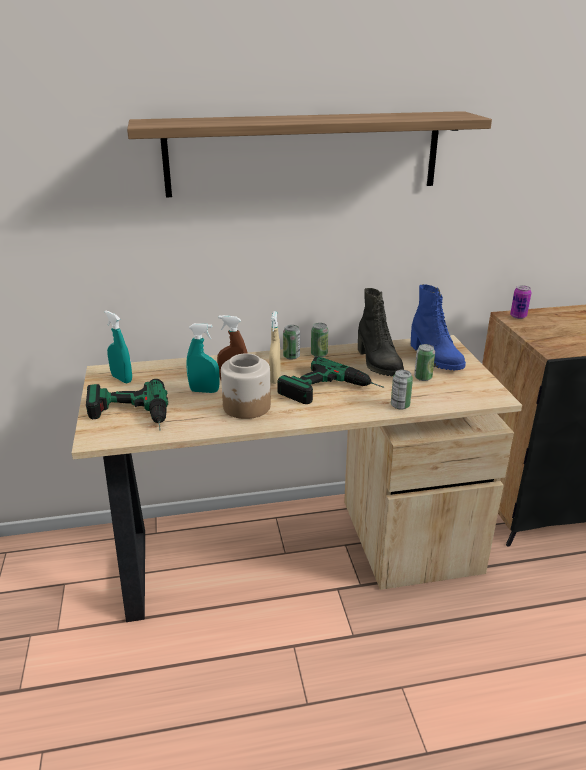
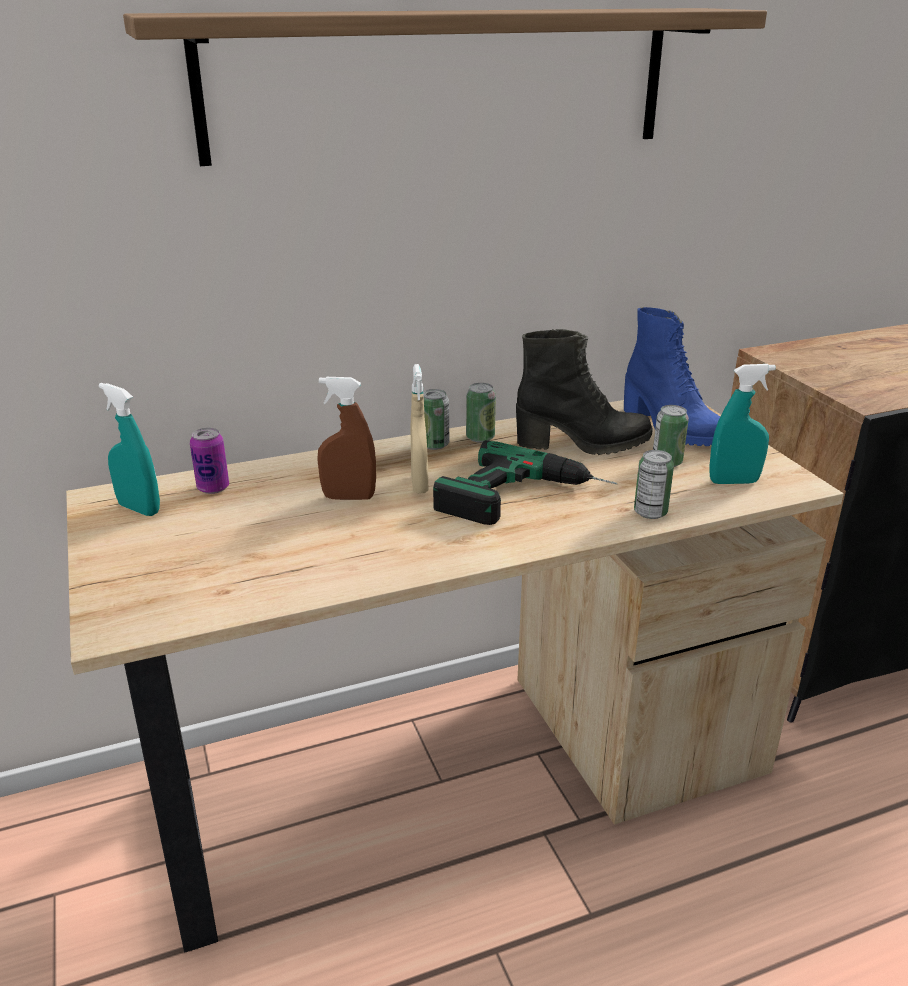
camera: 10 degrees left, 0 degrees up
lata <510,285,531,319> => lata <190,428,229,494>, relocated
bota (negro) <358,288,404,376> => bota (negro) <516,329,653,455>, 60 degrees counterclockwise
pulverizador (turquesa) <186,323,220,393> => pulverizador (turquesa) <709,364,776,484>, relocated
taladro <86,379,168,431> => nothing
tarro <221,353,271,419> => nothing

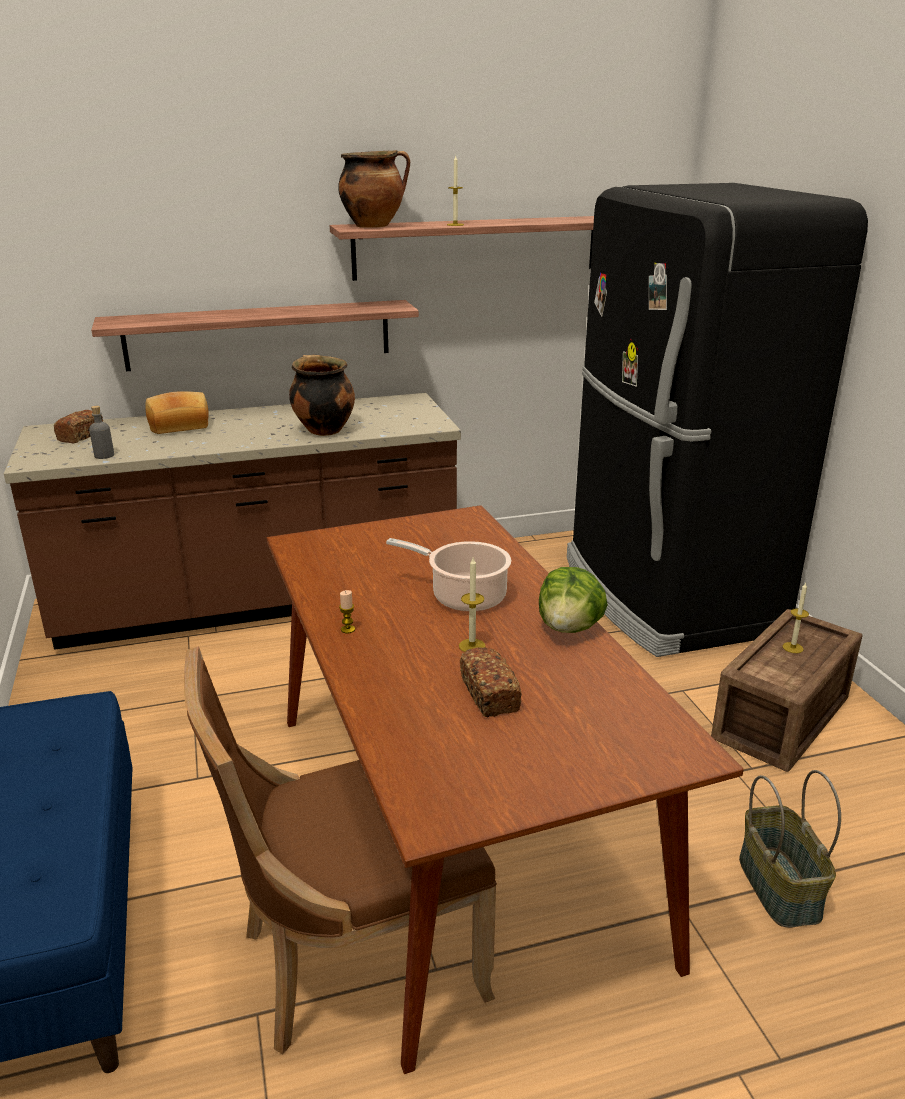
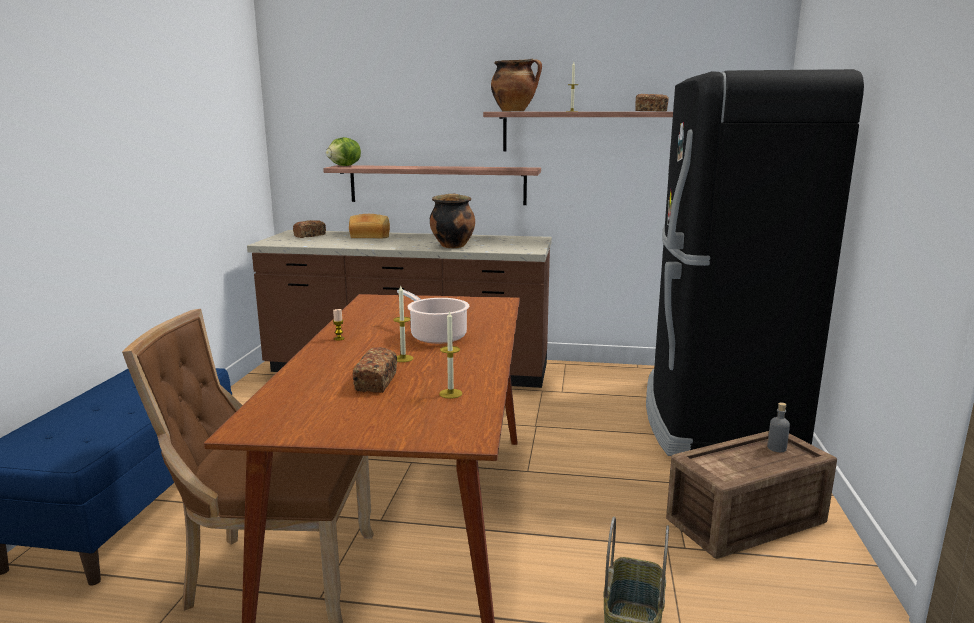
camera: 25 degrees right, 10 degrees down
lechuga <539,567,608,633> => lechuga <326,137,361,166>, relocated
vela <783,583,809,653> => vela <439,310,462,399>, relocated
nothing => pan <635,94,668,111>
botella (gris) <89,406,114,459> => botella (gris) <767,402,790,452>, relocated

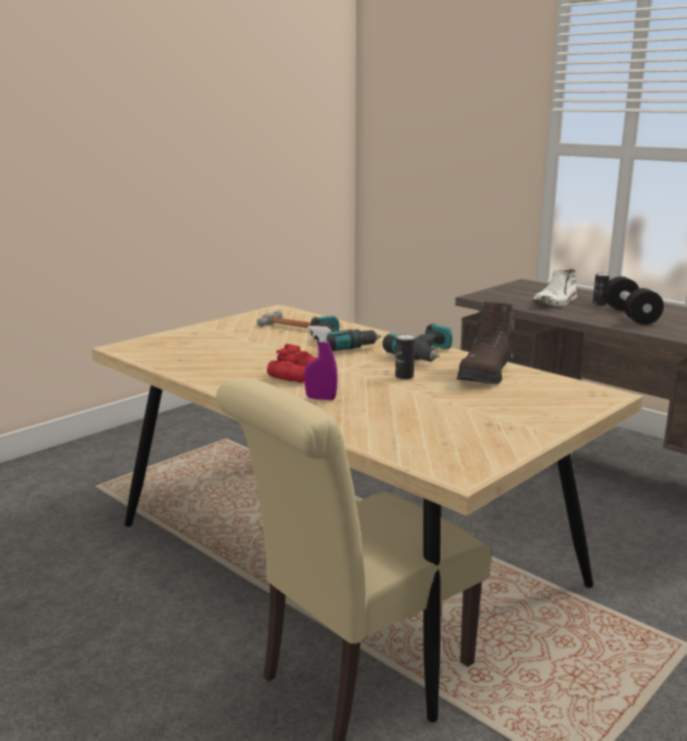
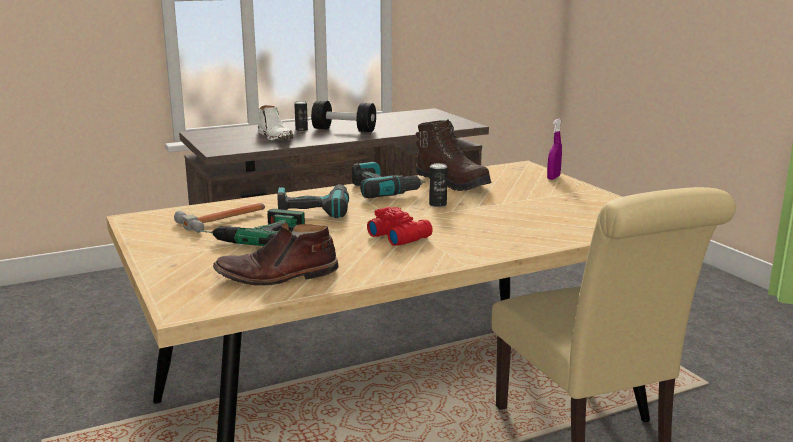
camera: 70 degrees left, 0 degrees up
nothing => taladro <198,209,305,246>
nothing => bota (marrón) <213,223,339,286>
pulverizador (morado) <304,326,338,400> => pulverizador (morado) <547,119,562,180>, relocated

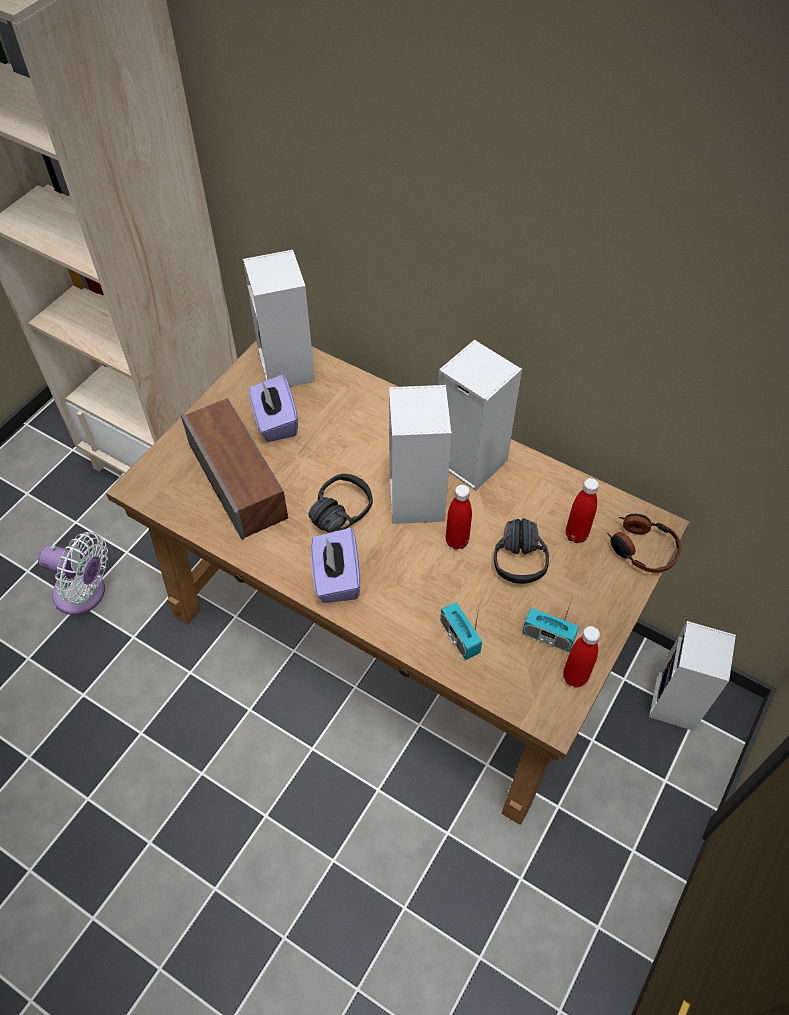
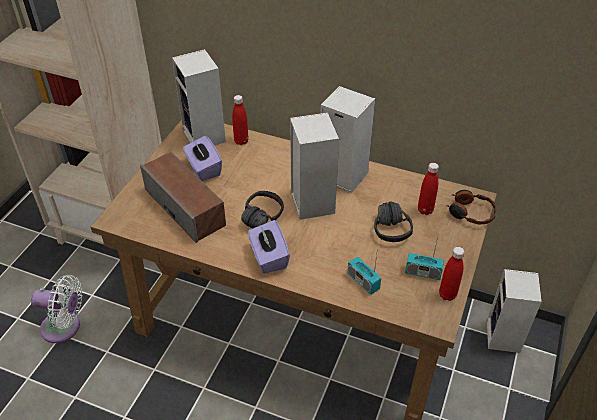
camera: 10 degrees left, 10 degrees down
botella (rojo) <446,485,472,550> => botella (rojo) <232,95,249,145>, relocated

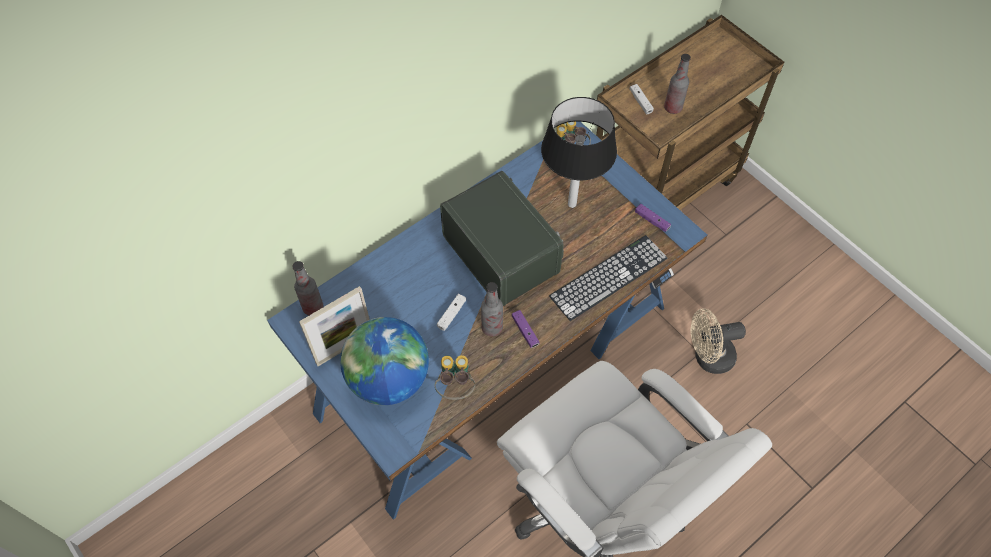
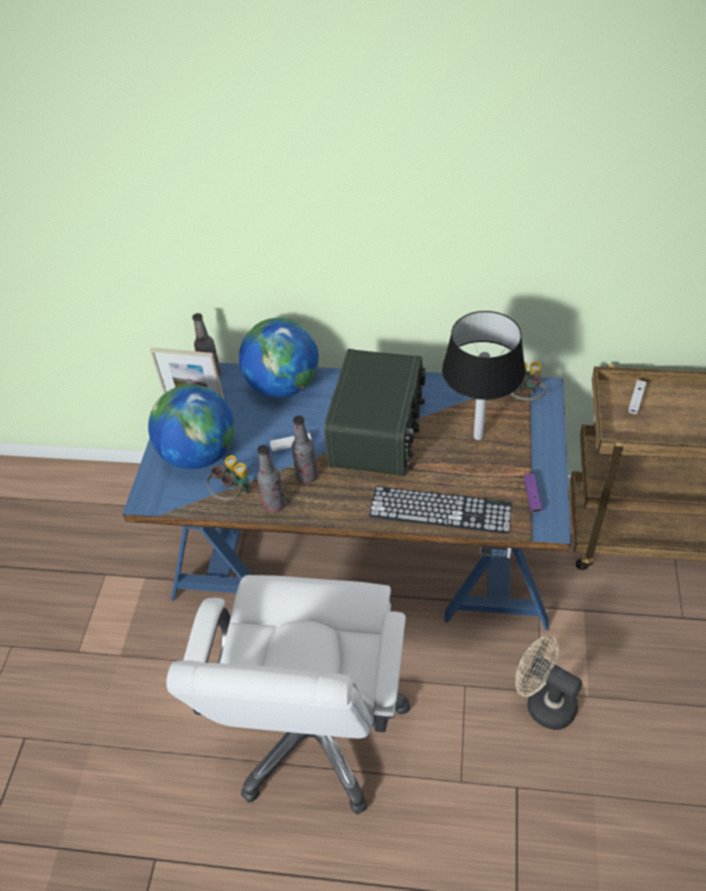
camera: 50 degrees right, 10 degrees down
nothing => globo terráqueo <239,318,319,398>
botella <664,54,691,114> => botella <257,445,286,513>, relocated
mando de consola (morado) <512,310,539,348> => nothing

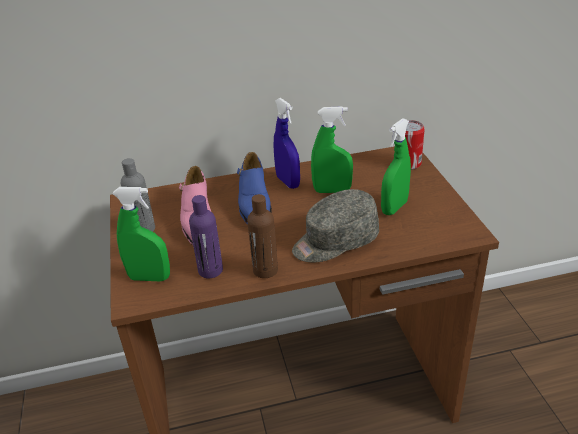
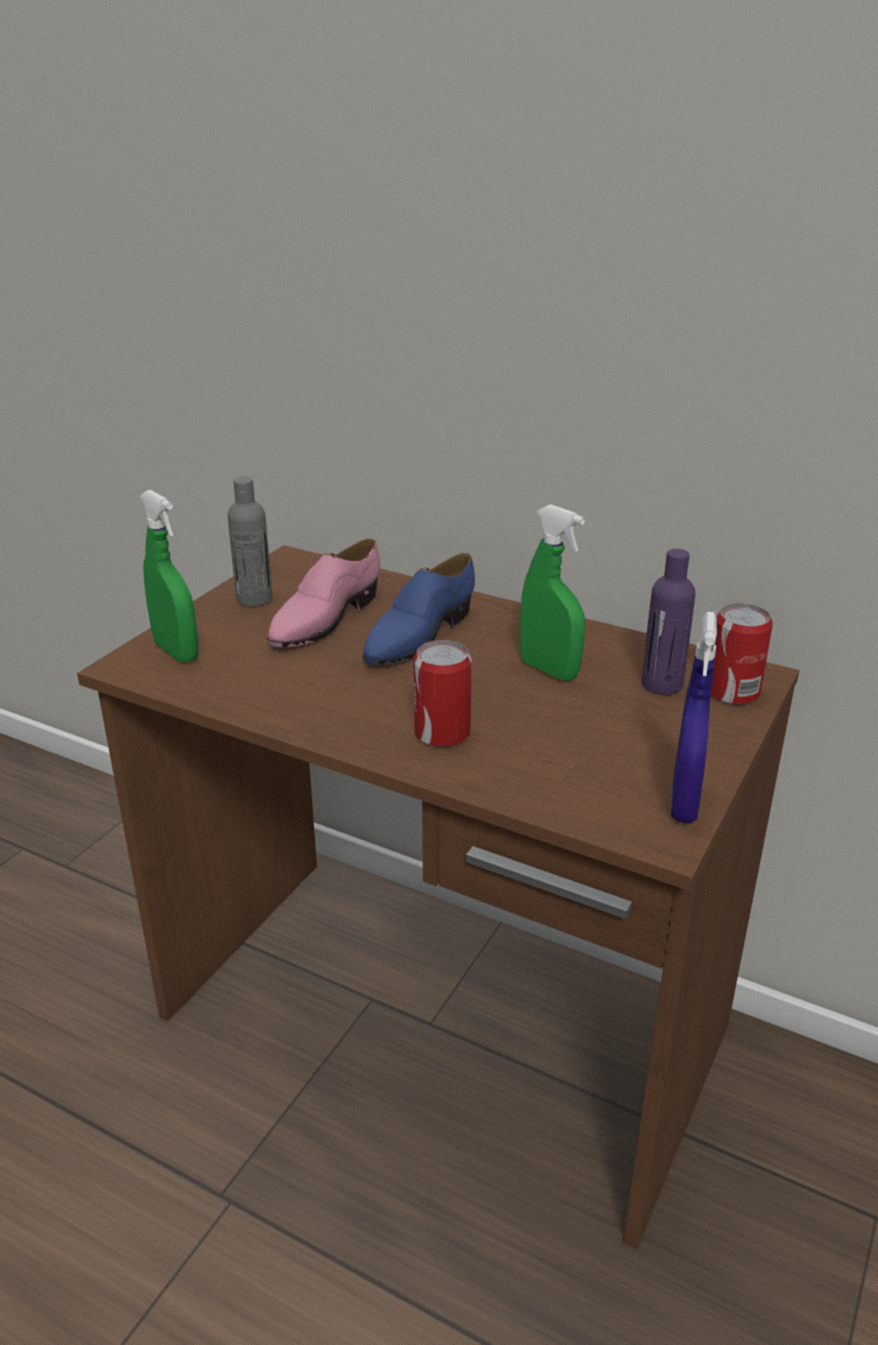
camera: 40 degrees right, 5 degrees down
gorra (gris) <292,189,379,262> => lata <414,640,472,747>
botella (morado) <189,195,223,278> => botella (morado) <642,549,696,695>, relocated
pulverizador (azul) <274,98,300,189> => pulverizador (azul) <671,612,717,823>, relocated
botella (marrón) <247,194,278,278> => nothing
pulverizador (verde) <381,118,411,215> => nothing

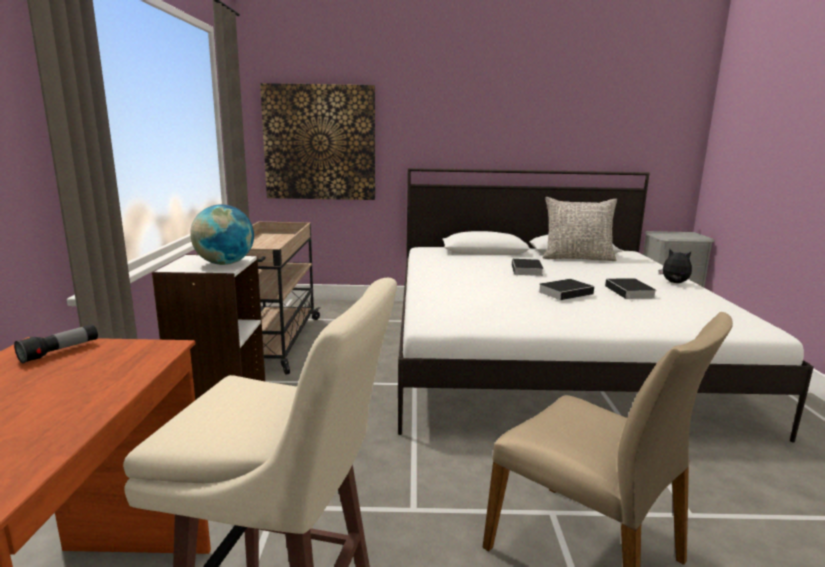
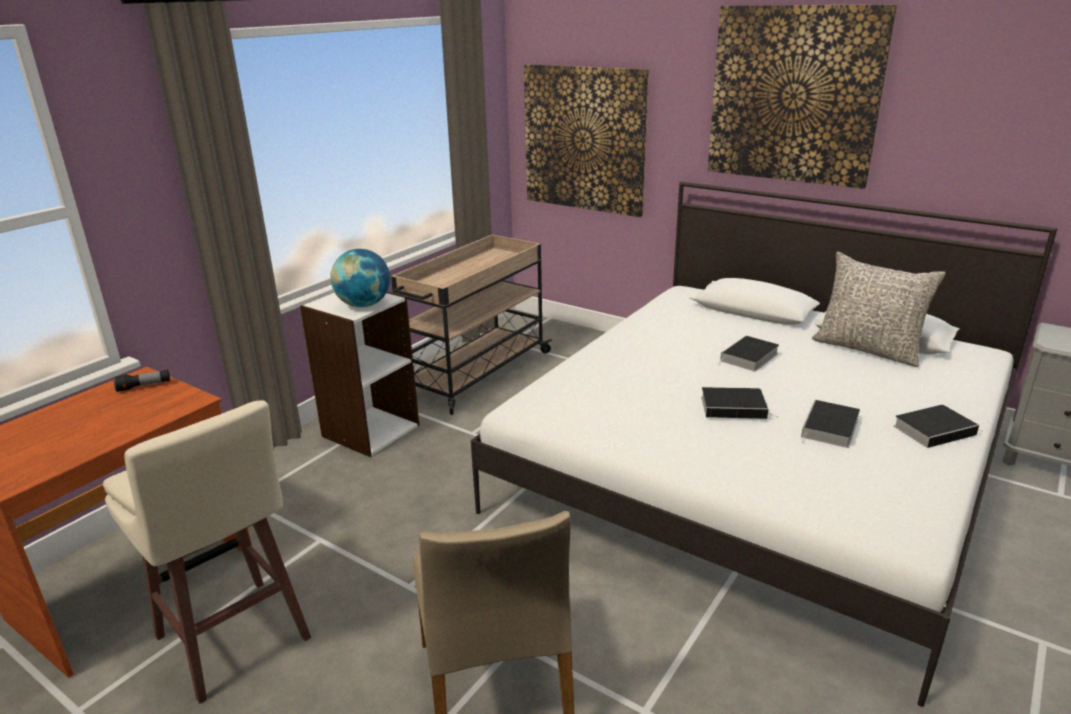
camera: 35 degrees right, 10 degrees up
nothing => cuadro <708,4,897,189>
peluche <659,249,692,283> => libro <894,405,979,448>

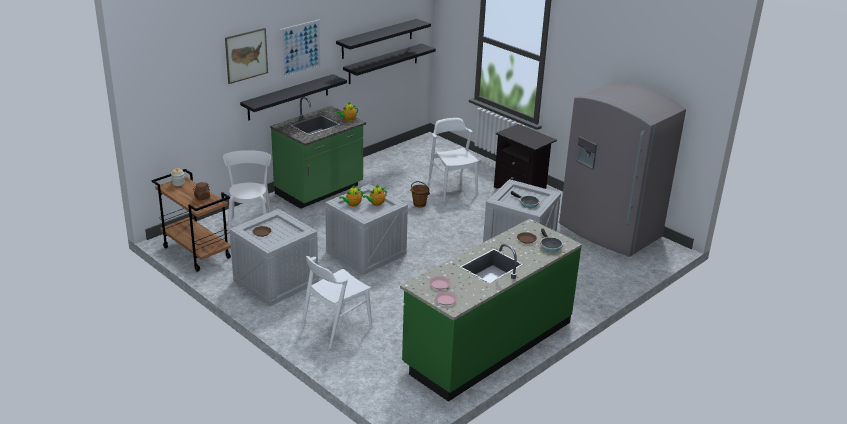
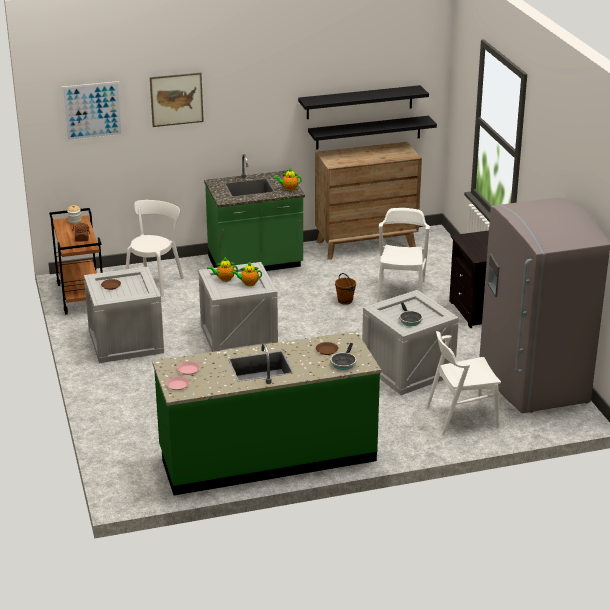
camera: 30 degrees right, 0 degrees up
cuadro <280,19,322,78> => cuadro <61,81,123,142>, relocated
nothing => cómoda (marrón) <315,142,422,260>
silla (blanco) <302,256,372,348> => silla (blanco) <426,331,501,435>, relocated
estante (negro) <240,74,347,120> => nothing

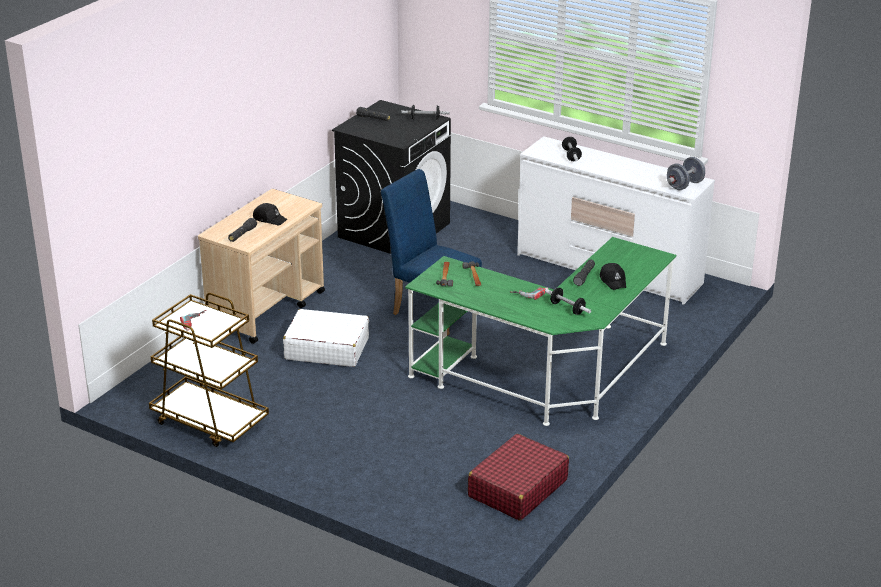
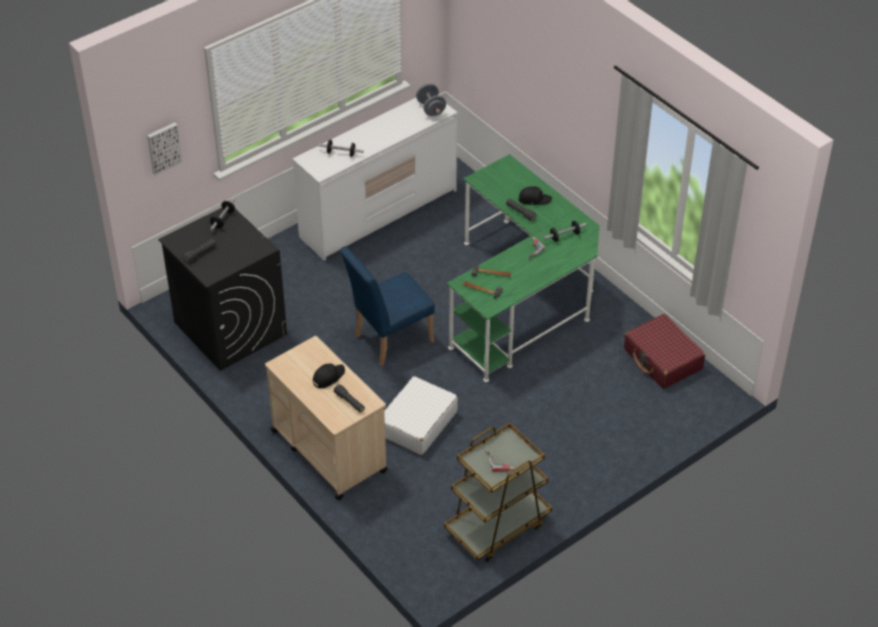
camera: 70 degrees left, 15 degrees up
nothing => cuadro <147,122,183,175>

